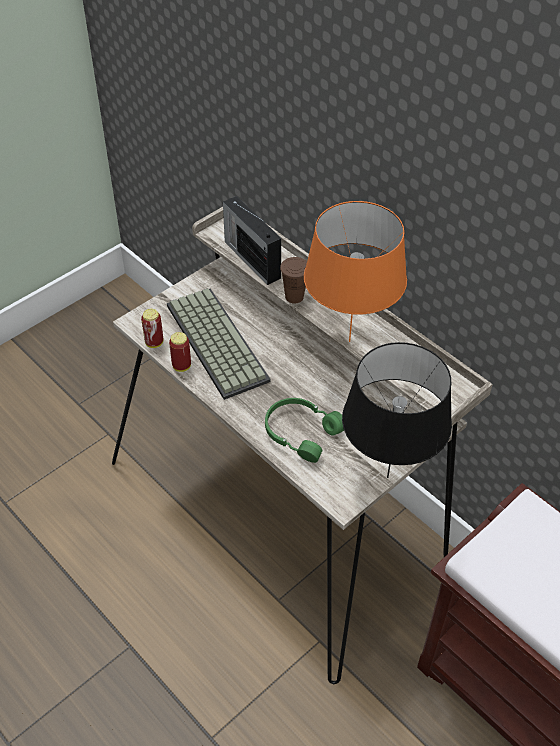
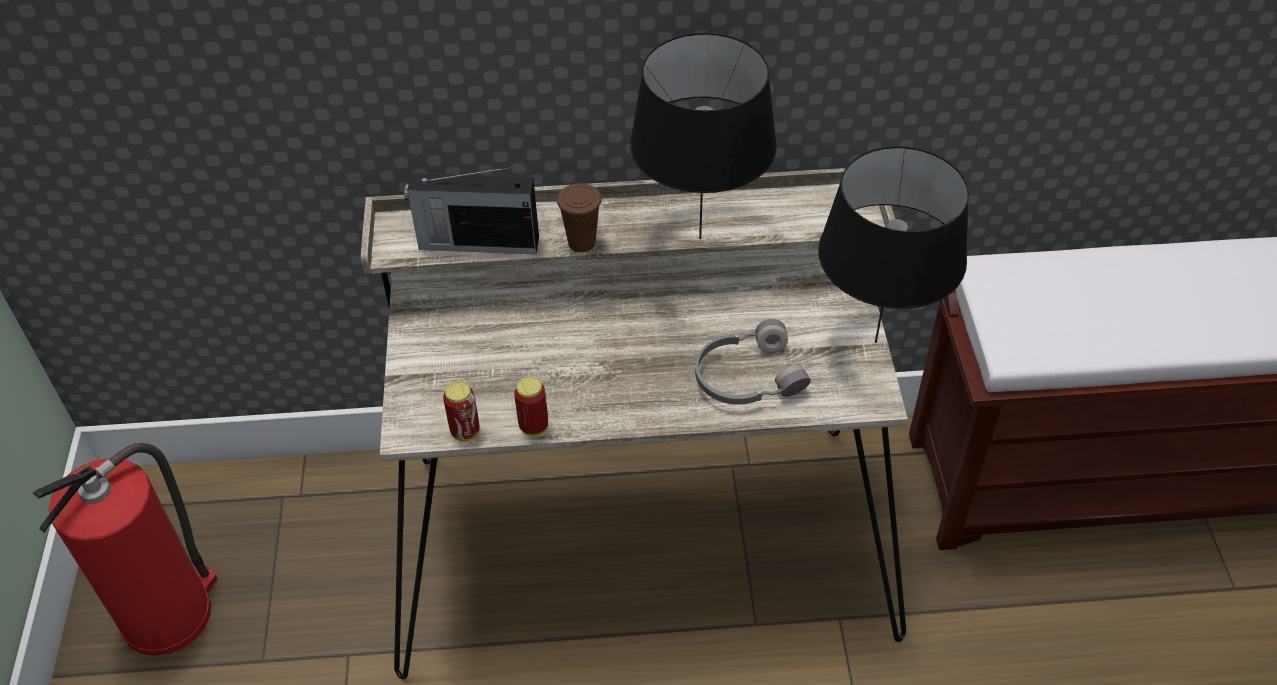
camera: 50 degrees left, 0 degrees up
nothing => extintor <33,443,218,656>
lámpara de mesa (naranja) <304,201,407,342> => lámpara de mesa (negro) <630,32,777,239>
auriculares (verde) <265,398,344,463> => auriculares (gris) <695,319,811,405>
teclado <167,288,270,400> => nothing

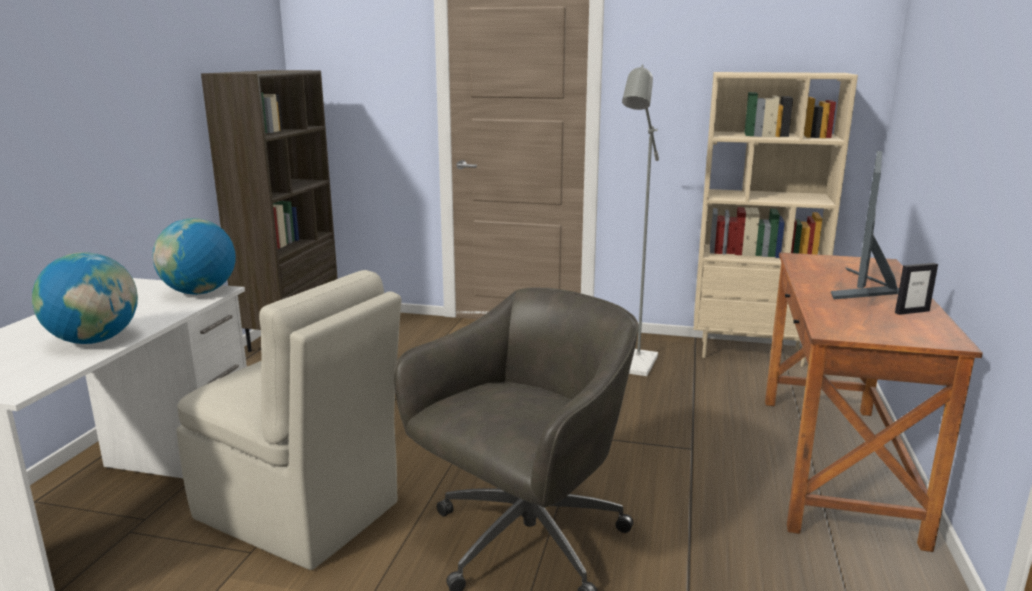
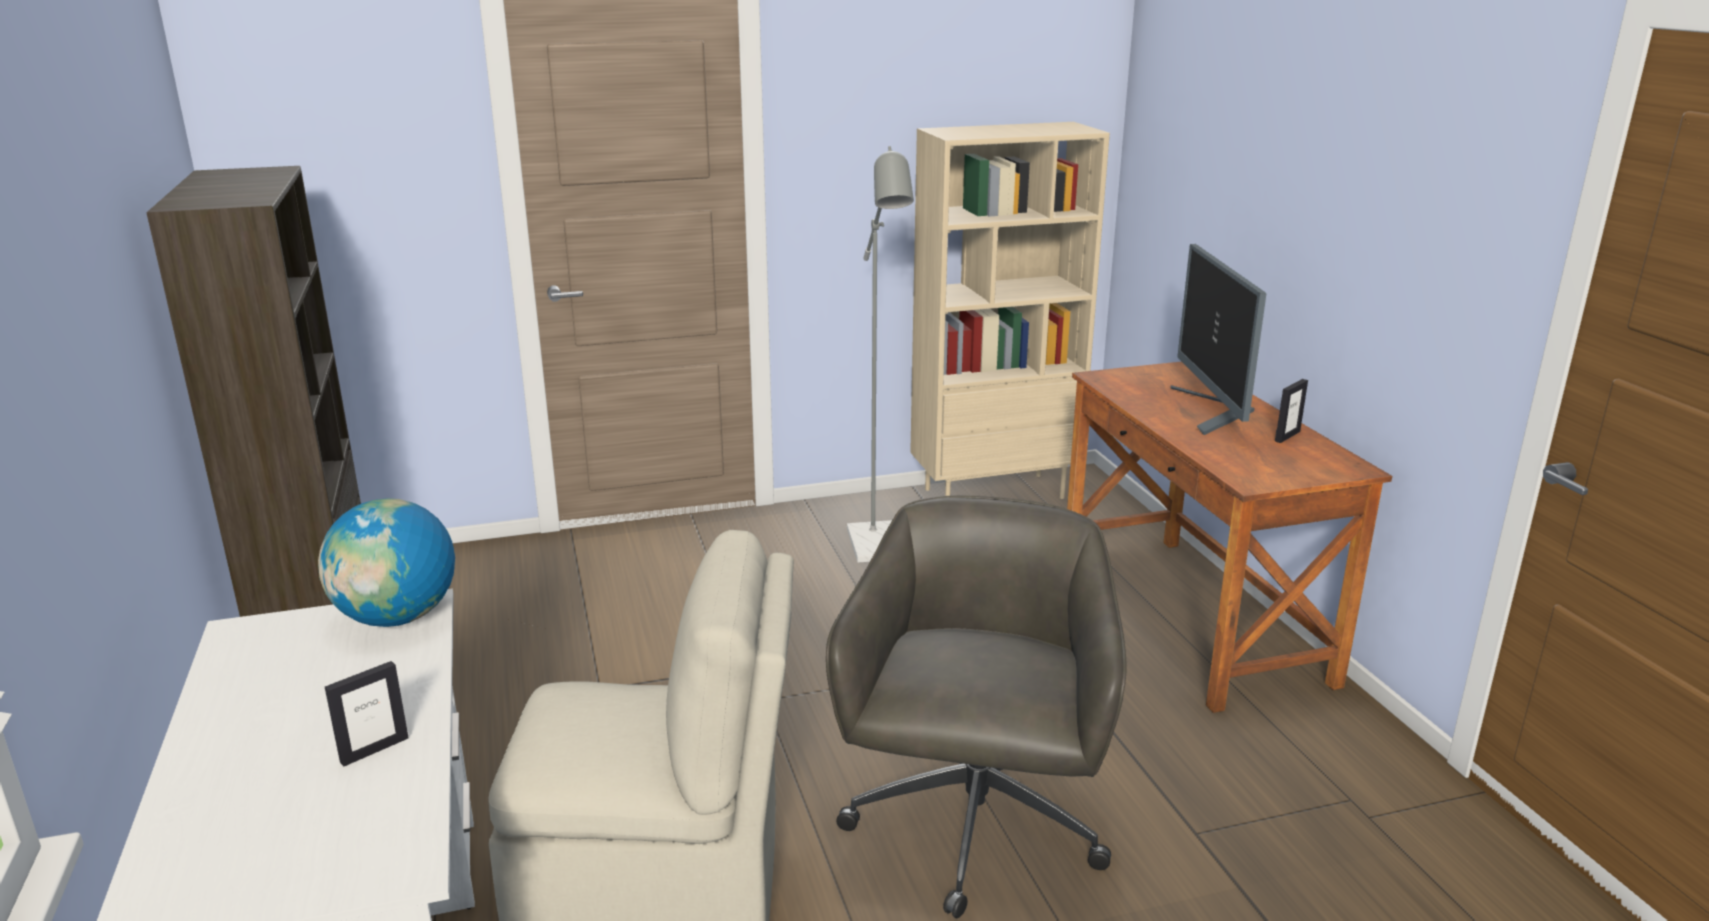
camera: 30 degrees left, 5 degrees up
globo terráqueo <32,252,138,344> => portarretratos <325,661,409,766>

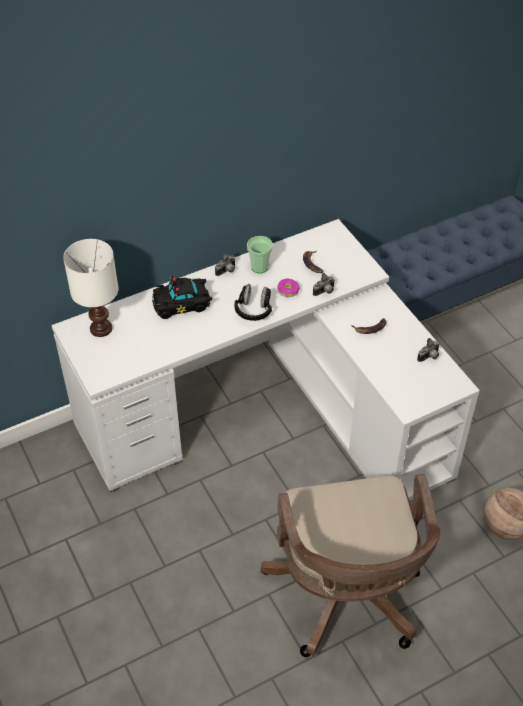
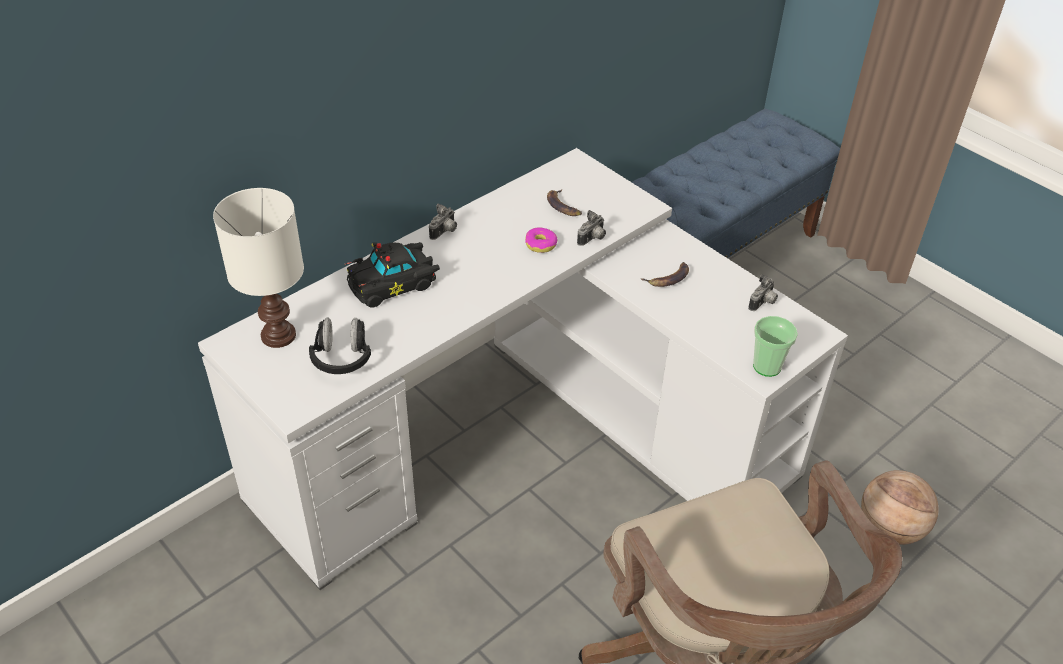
camera: 15 degrees left, 5 degrees down
auriculares (negro) <235,284,272,321> => auriculares (negro) <309,317,371,374>, relocated
taza <247,236,273,273> => taza <753,316,798,377>, relocated

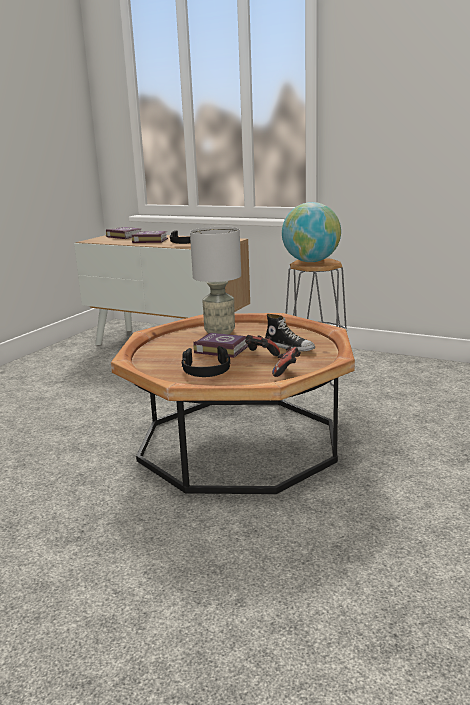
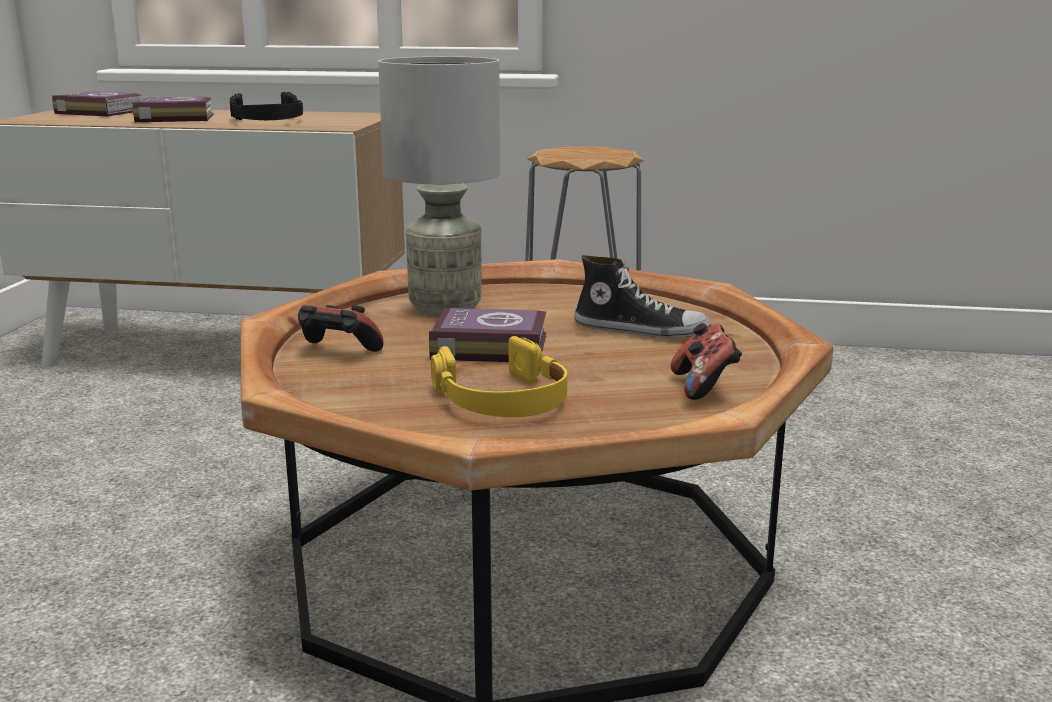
camera: 20 degrees left, 0 degrees up
mando de consola <245,335,280,356> => mando de consola <298,305,384,352>, relocated
auriculares (negro) <182,346,230,377> => auriculares (amarillo) <431,336,567,417>
globo terráqueo <282,202,341,262> => nothing

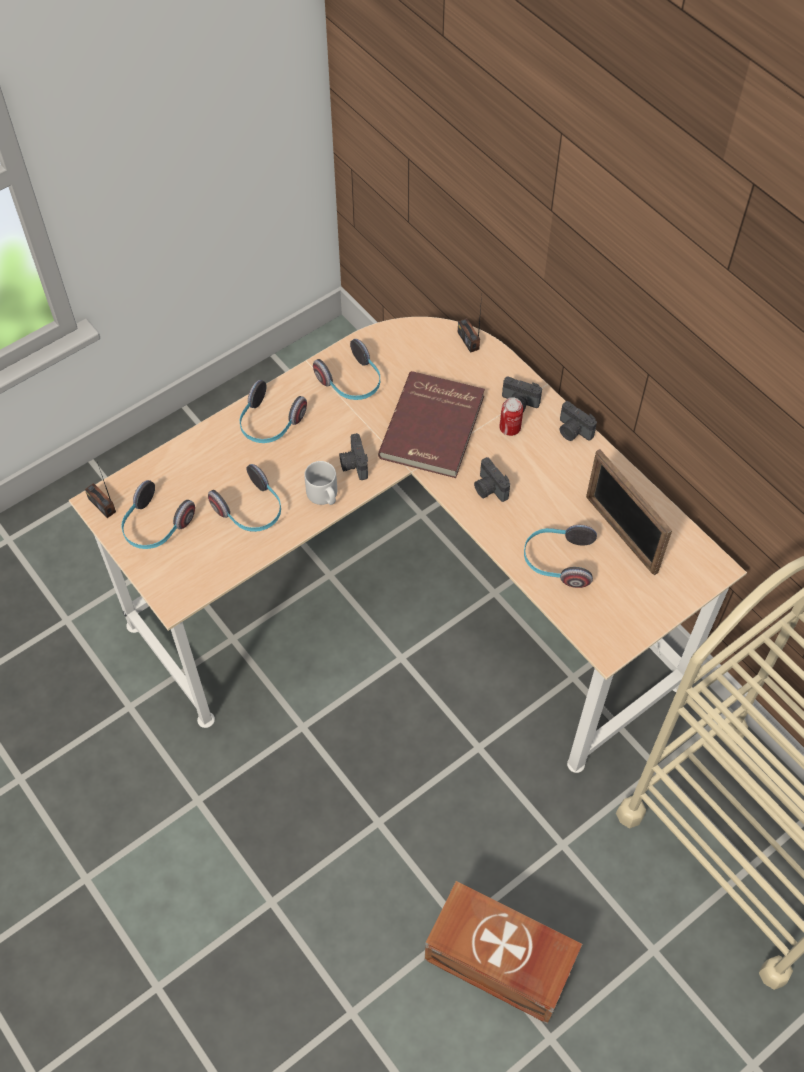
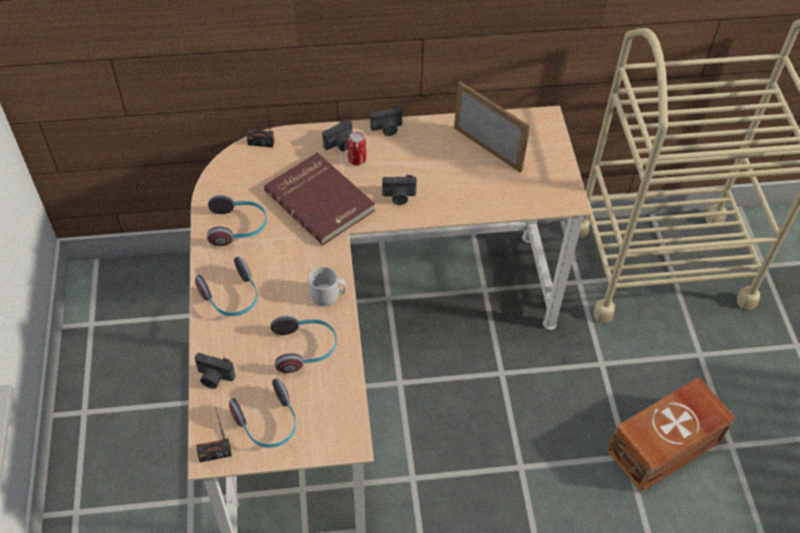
camera: 60 degrees left, 5 degrees down
cámara <339,433,368,480> => cámara <195,353,235,389>, relocated
portarretratos <586,449,672,575> => portarretratos <454,81,530,172>, 135 degrees counterclockwise
auriculares <524,525,597,588> => nothing

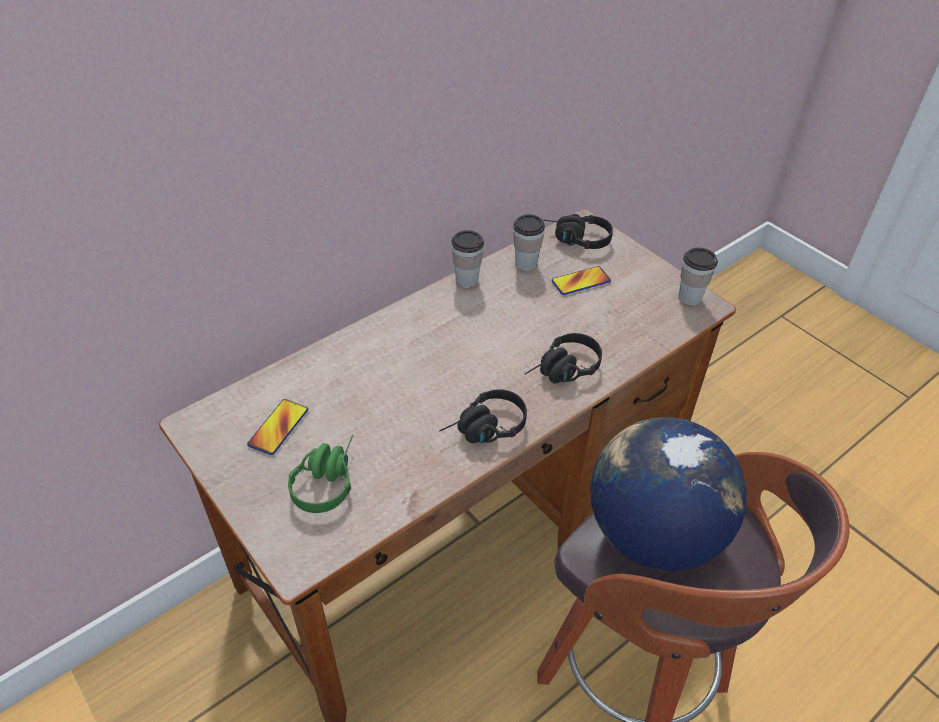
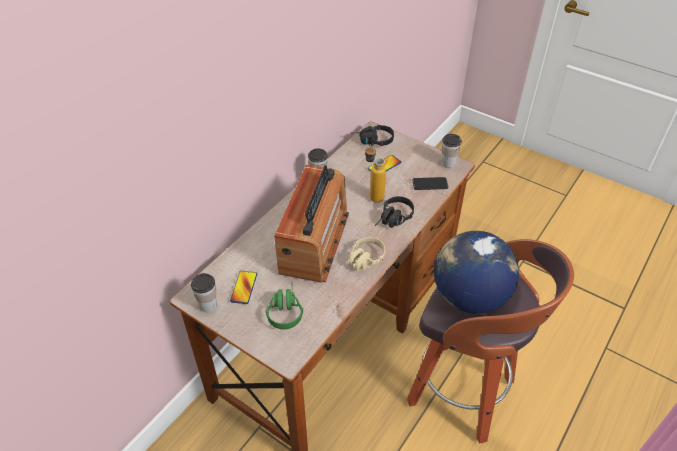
camera: 15 degrees left, 0 degrees up
taza <513,214,545,271> => taza <191,273,217,313>, relocated
nothing => radio <274,165,349,283>
auriculares (negro) <439,389,527,443> => auriculares (beis) <340,237,385,271>
nothing => botella <365,144,386,202>
nothing => móvil <412,177,449,190>

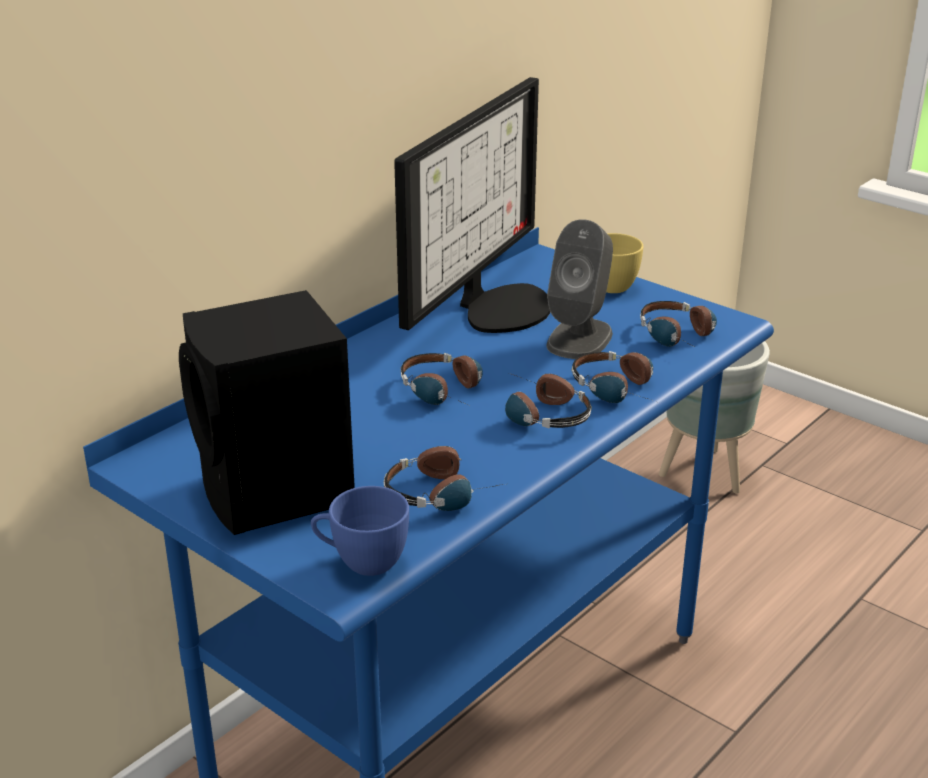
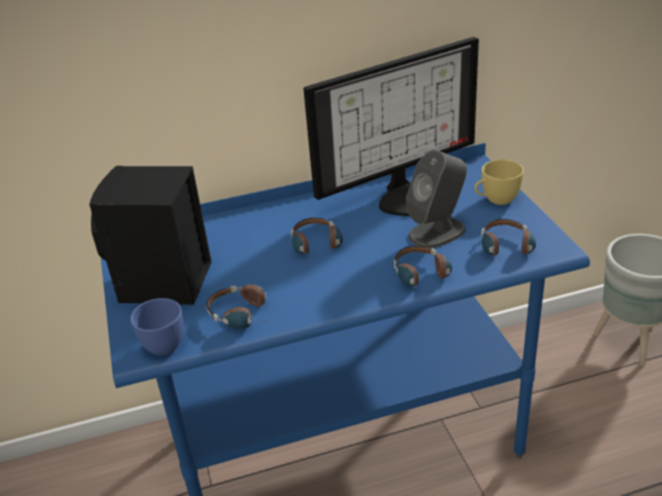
camera: 35 degrees right, 5 degrees up
auriculares <505,373,592,429> => nothing

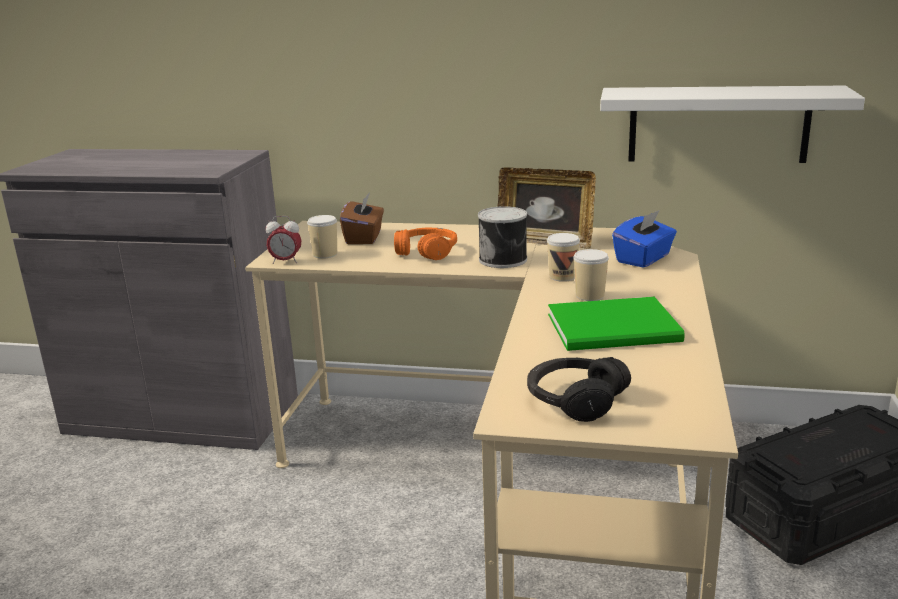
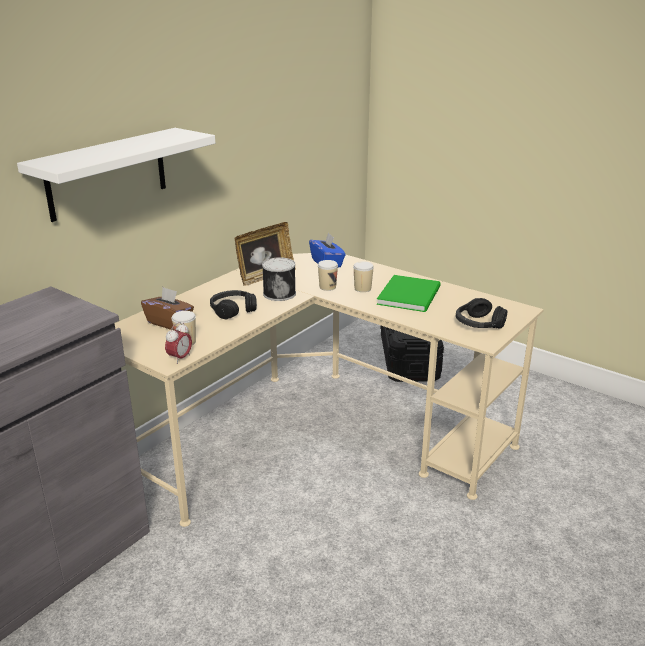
camera: 65 degrees left, 5 degrees up
estante (blanco) <600,86,865,163> => estante (blanco) <17,128,215,222>, relocated
auriculares (naranja) <394,228,457,260> => auriculares (negro) <210,290,257,319>

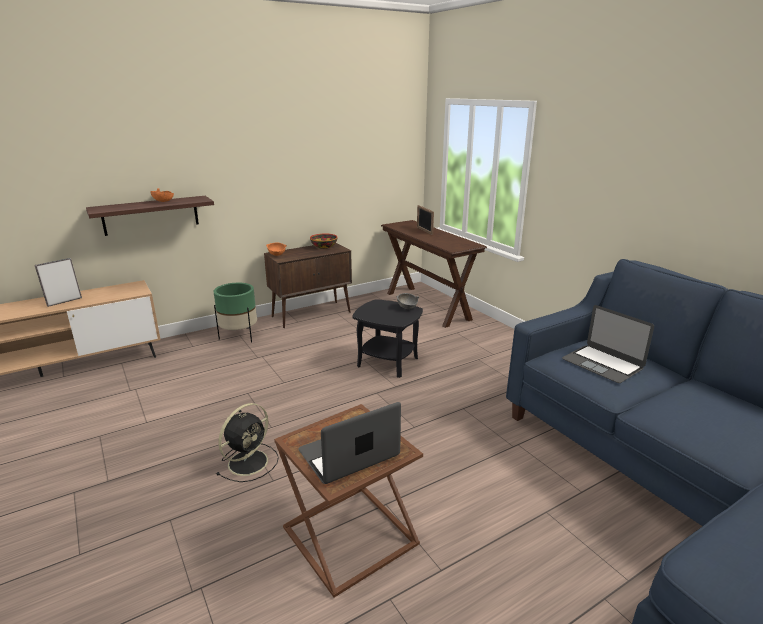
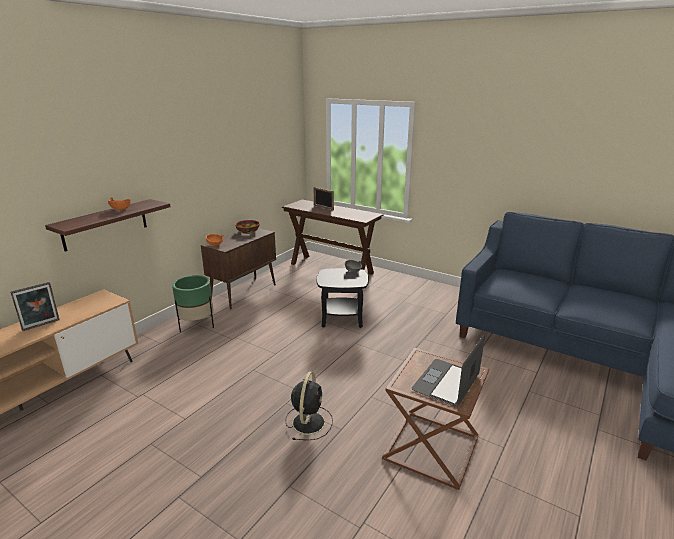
camera: 25 degrees left, 0 degrees up
portarretratos <35,258,82,307> => portarretratos <10,282,60,331>, 150 degrees counterclockwise
portátil <562,305,654,383> => nothing

